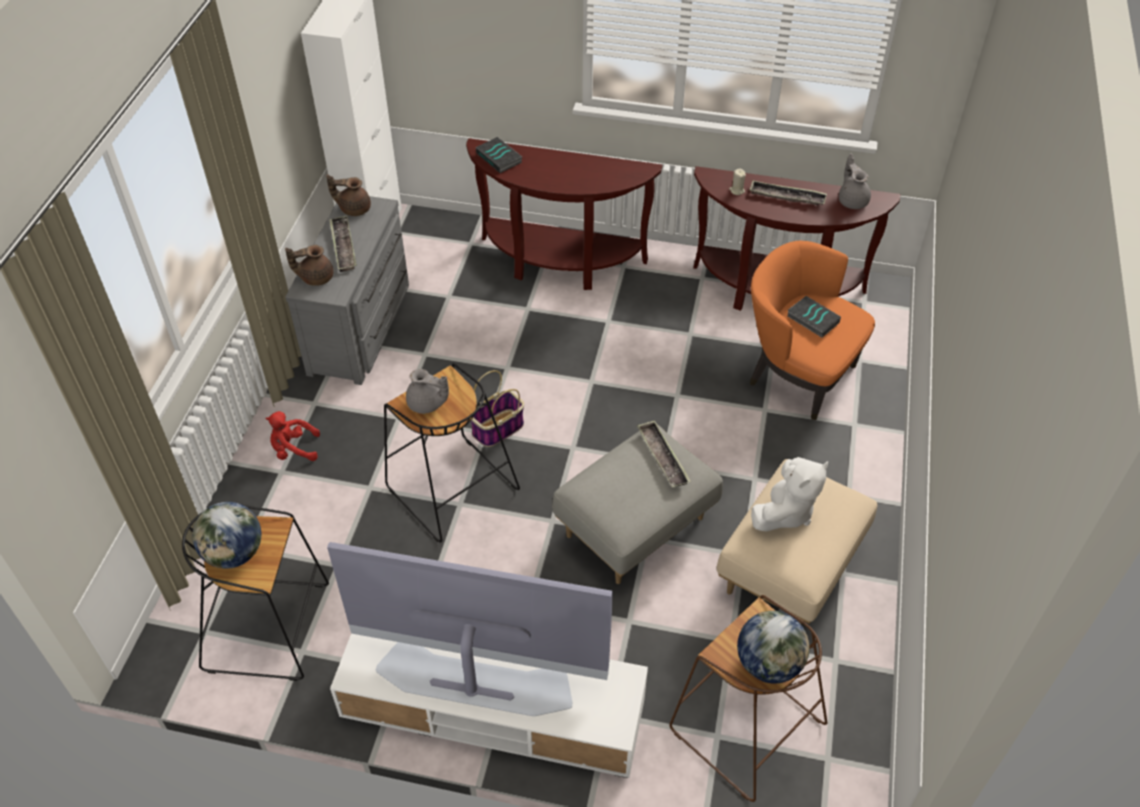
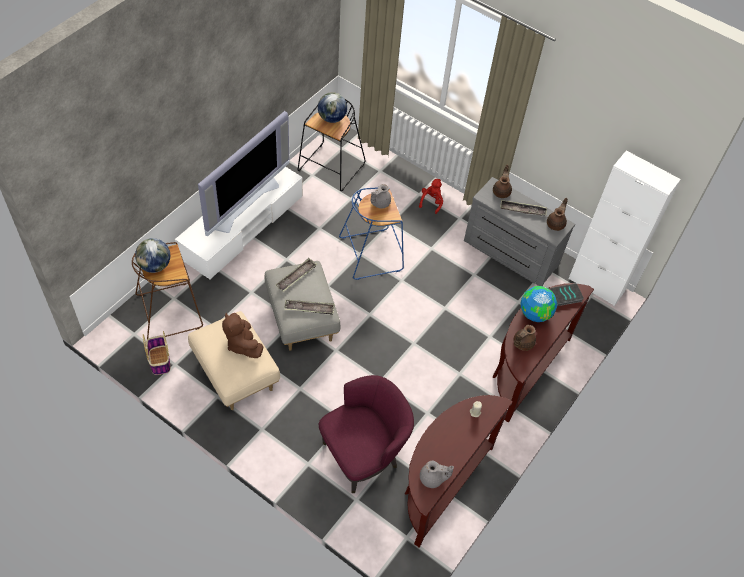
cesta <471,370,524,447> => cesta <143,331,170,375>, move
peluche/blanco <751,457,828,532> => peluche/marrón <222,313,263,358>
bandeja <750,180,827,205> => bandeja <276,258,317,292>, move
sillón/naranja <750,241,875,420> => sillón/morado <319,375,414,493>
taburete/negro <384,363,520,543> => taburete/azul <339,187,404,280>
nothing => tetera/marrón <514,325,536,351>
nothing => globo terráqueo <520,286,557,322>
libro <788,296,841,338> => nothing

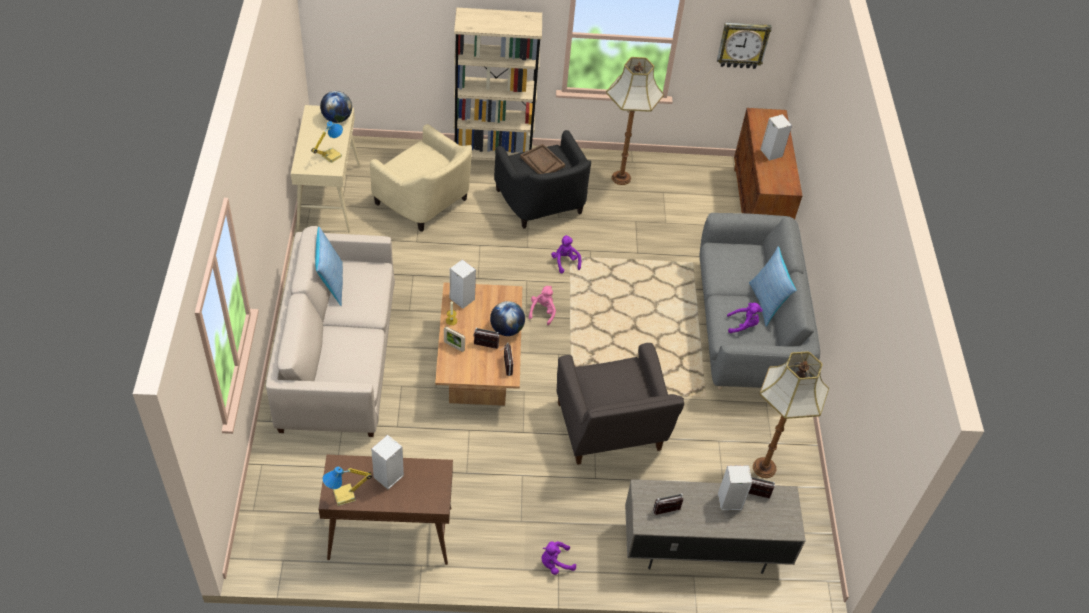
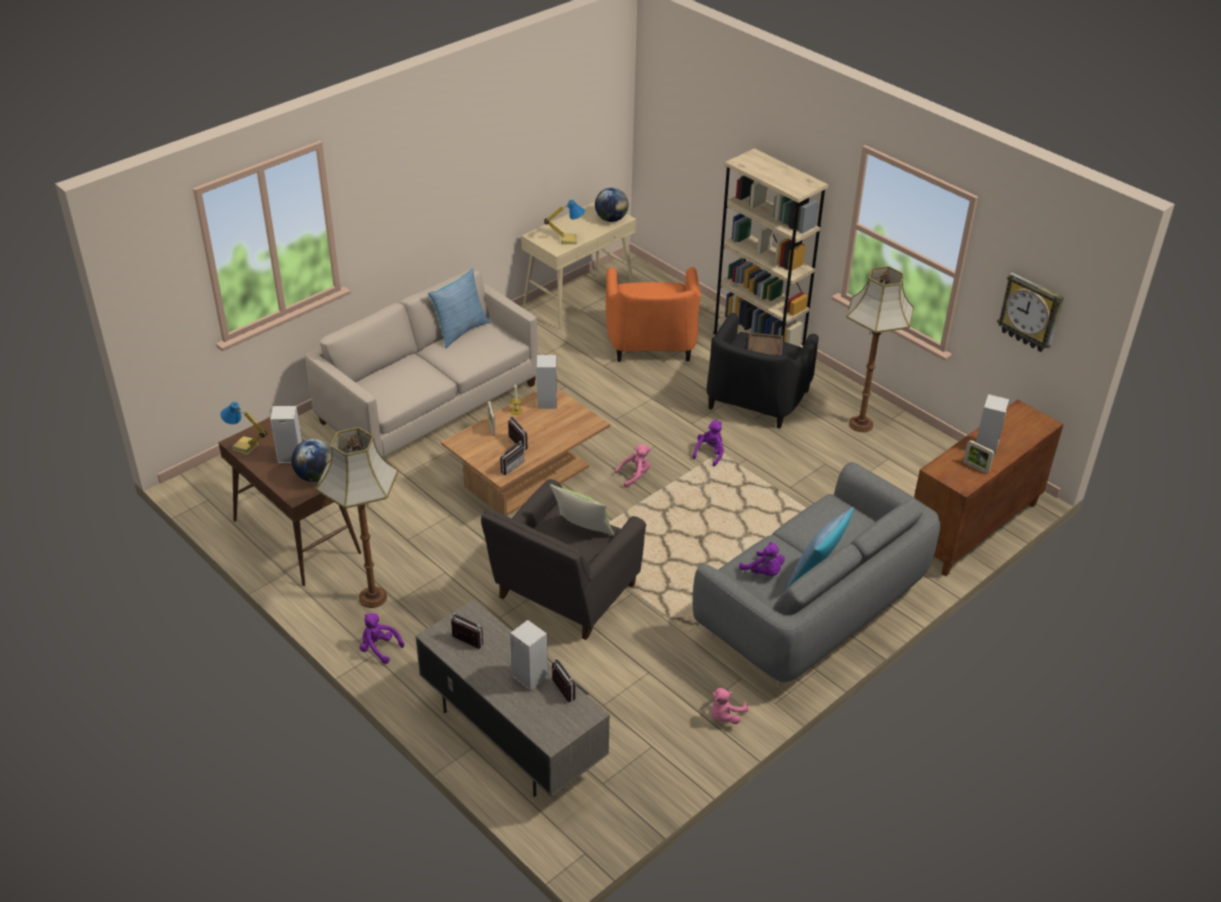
globo terráqueo <490,301,525,336> => globo terráqueo <291,439,331,482>, move
lámpara de pie <753,351,829,478> => lámpara de pie <316,427,398,608>, move
nothing => cojín <550,484,615,536>
sillón/beis <370,124,472,232> => sillón/naranja <606,267,701,362>
nothing => peluche/rosa <711,688,748,724>
nothing => portarretratos <963,440,994,473>

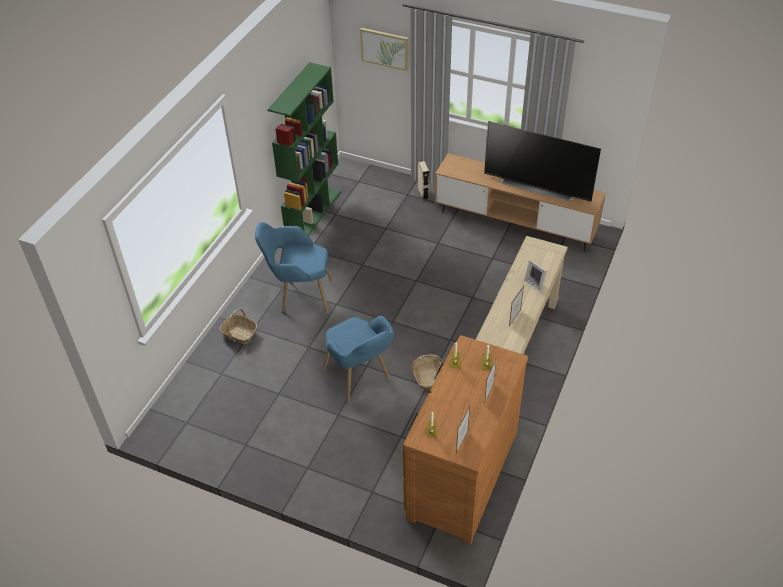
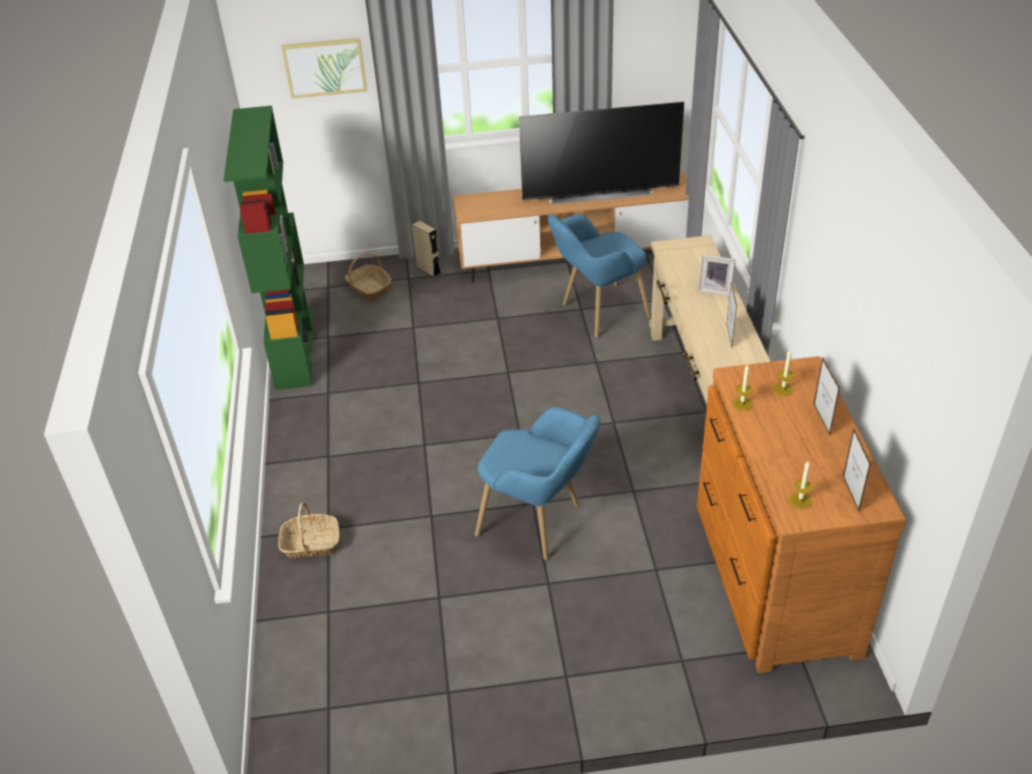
cesta <412,354,443,389> => cesta <345,253,391,300>, move
sillón/azul <255,222,332,313> => sillón/azul <548,214,651,338>, move

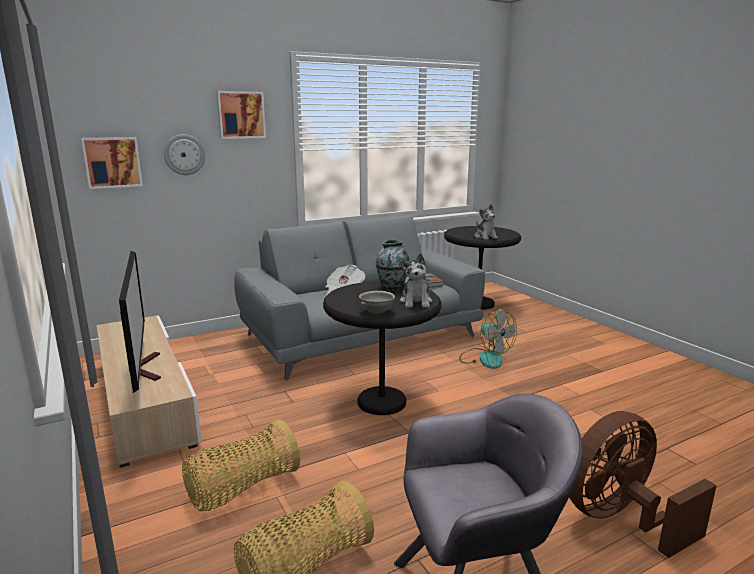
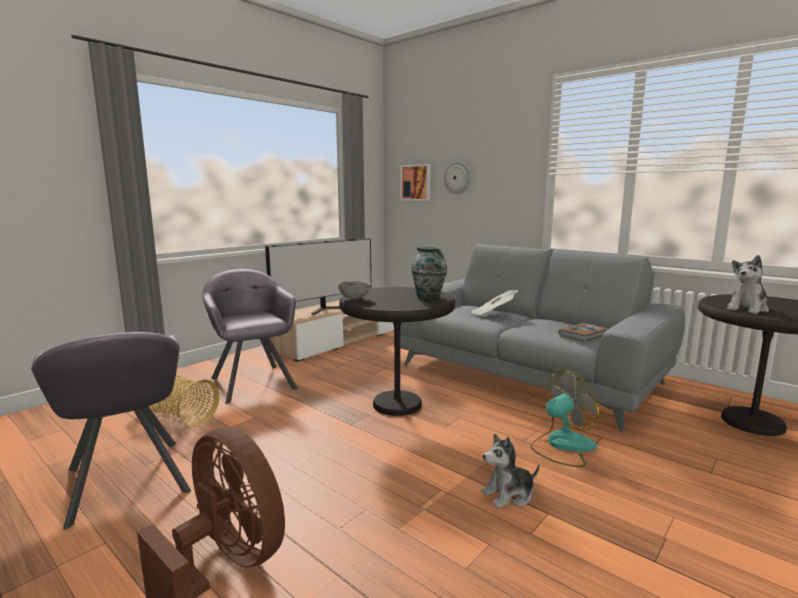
cesta <182,419,300,511> => sillón/gris <202,269,298,404>
peluche <400,253,432,308> => peluche <481,434,540,508>, move
ventilador <459,308,517,369> => ventilador <530,370,600,467>, 150 degrees counterclockwise
cuadro <216,91,266,139> => nothing

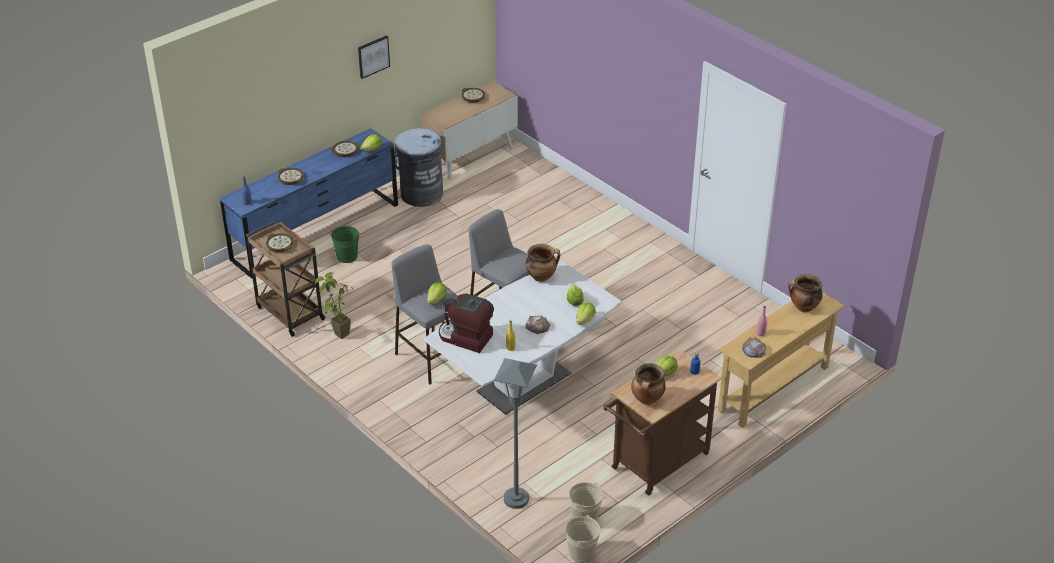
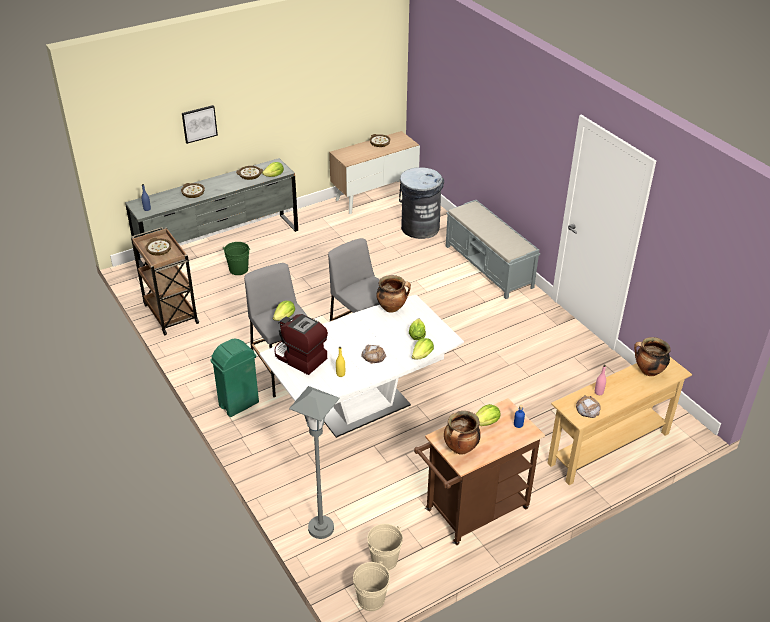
cómoda/azul <220,128,398,279> => cómoda/gris <125,158,298,267>
cuadro <358,36,390,79> => cuadro <182,105,218,144>, move
nothing => papelera/verde <210,339,259,417>
papelera/gris <394,128,443,207> => papelera/gris <399,167,444,239>, move
nothing => banco/gris <446,200,540,299>
planta en maceta <314,272,353,339> => nothing

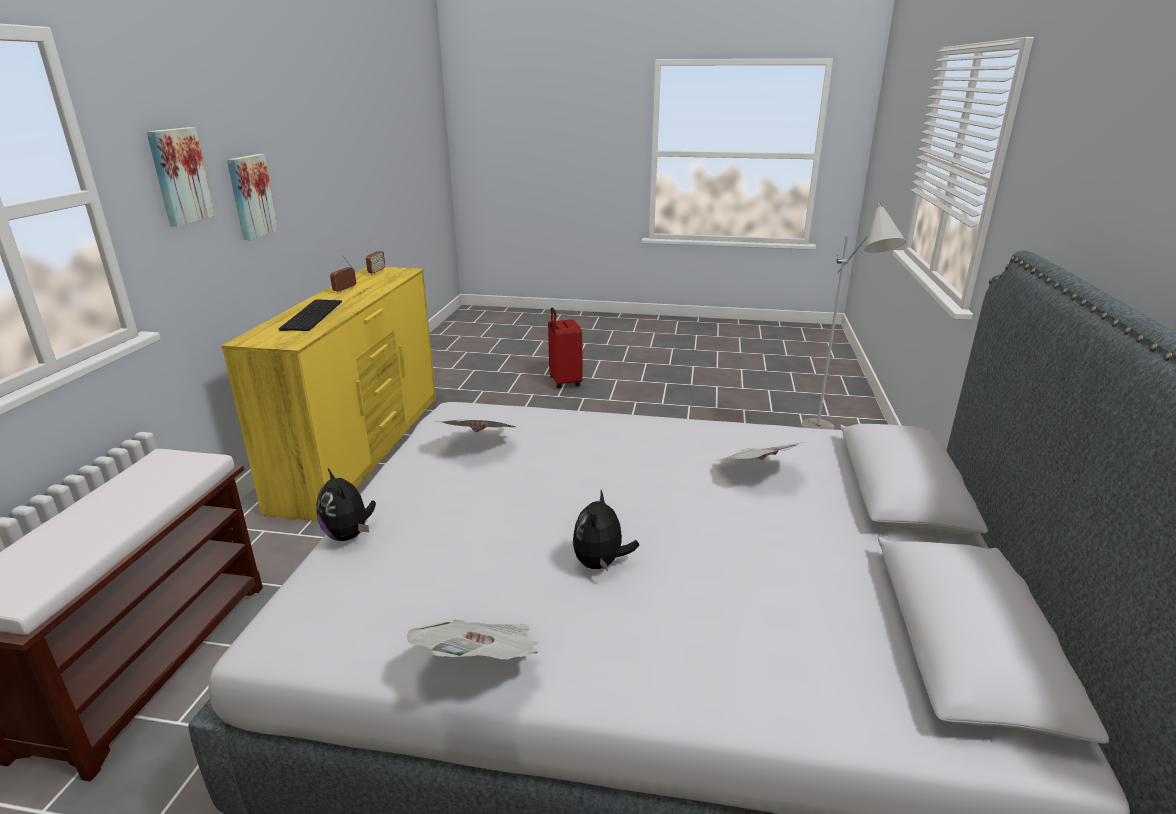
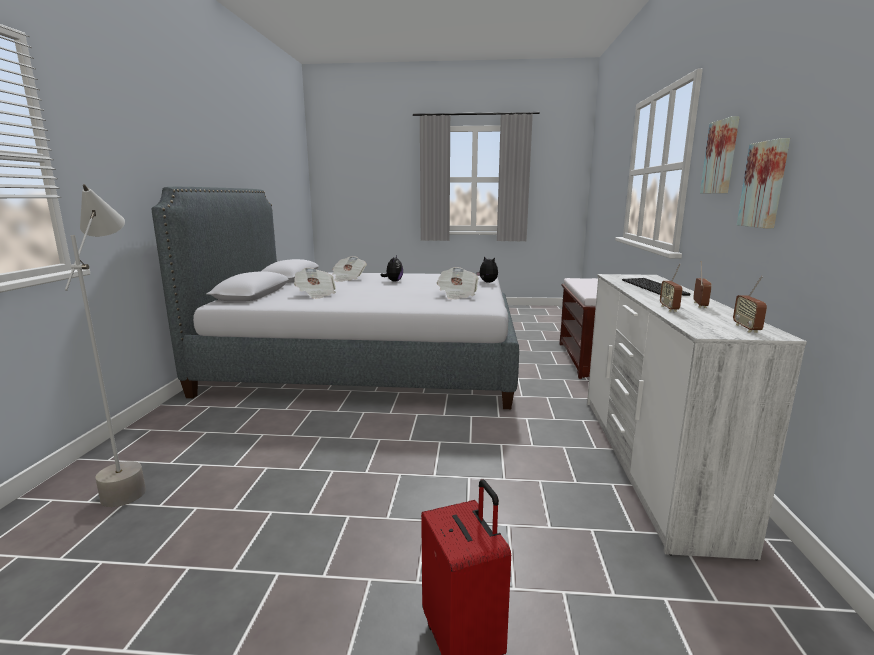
periódico <407,620,537,659> => periódico <332,256,367,282>, move
cómoda/amarillo <221,267,436,521> => cómoda/blanco <587,274,807,560>
nothing => radio <660,264,682,312>

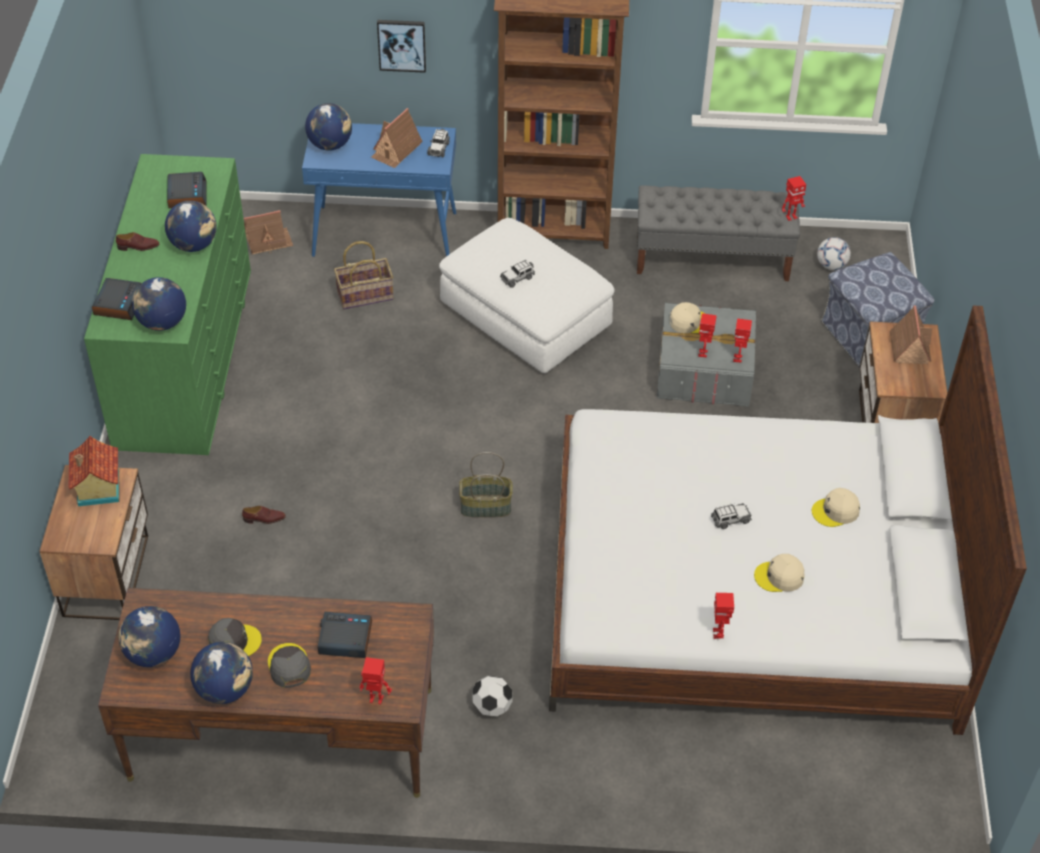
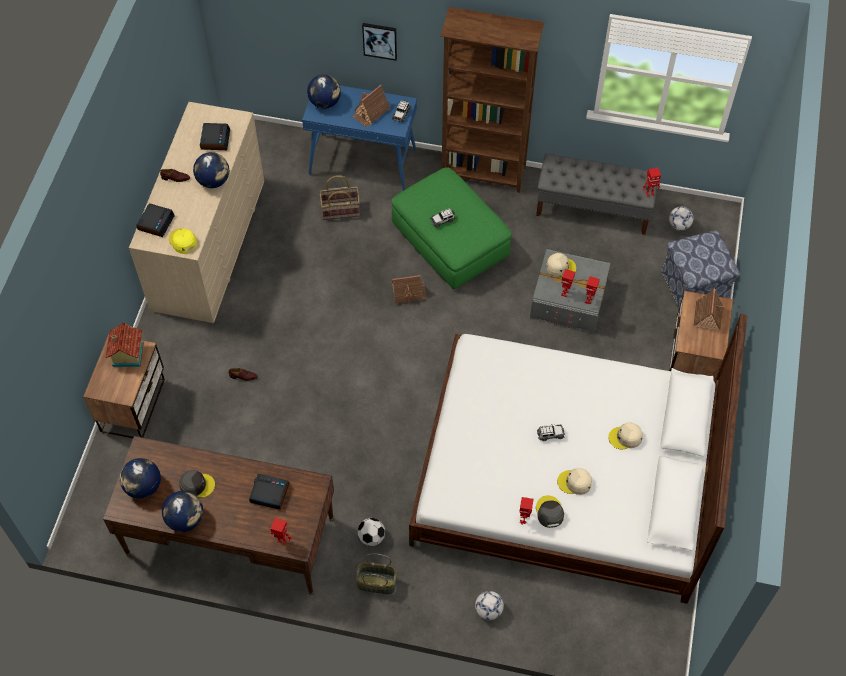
cómoda/verde <84,154,251,455> => cómoda/beis <129,102,264,323>
globo terráqueo <132,277,186,331> => gorra/amarillo <169,228,197,254>
cesta <459,452,512,517> => cesta <356,553,397,594>, move
puf/blanco <439,218,615,374> => puf/verde <391,167,512,289>
casita <244,210,293,255> => casita <392,275,427,304>, move
nothing => balón de fútbol <475,591,504,620>
gorra/gris <268,643,311,688> => gorra/gris <536,496,564,528>, move

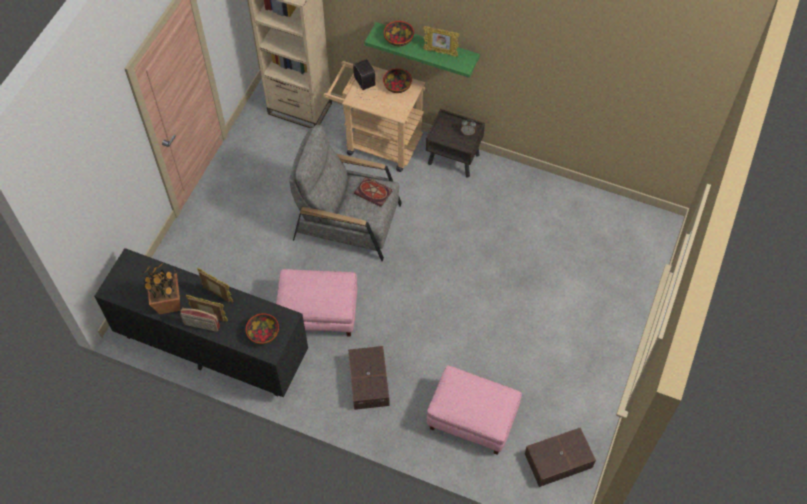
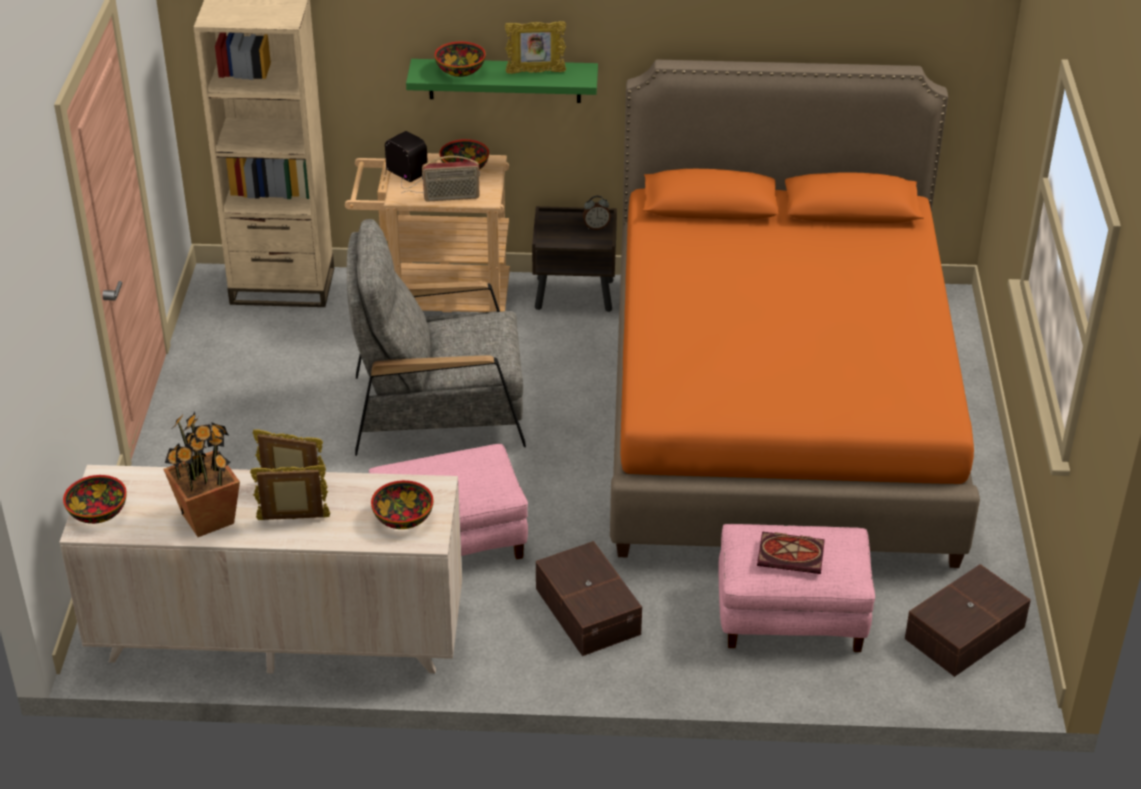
cómoda/negro <94,248,308,397> => cómoda/beis <59,465,462,673>
nothing => cuenco <63,475,127,524>
radio <180,308,220,332> => radio <422,156,480,202>, move
nothing => cama/naranja <610,60,980,568>
libro <354,177,392,207> => libro <757,531,825,574>, move

